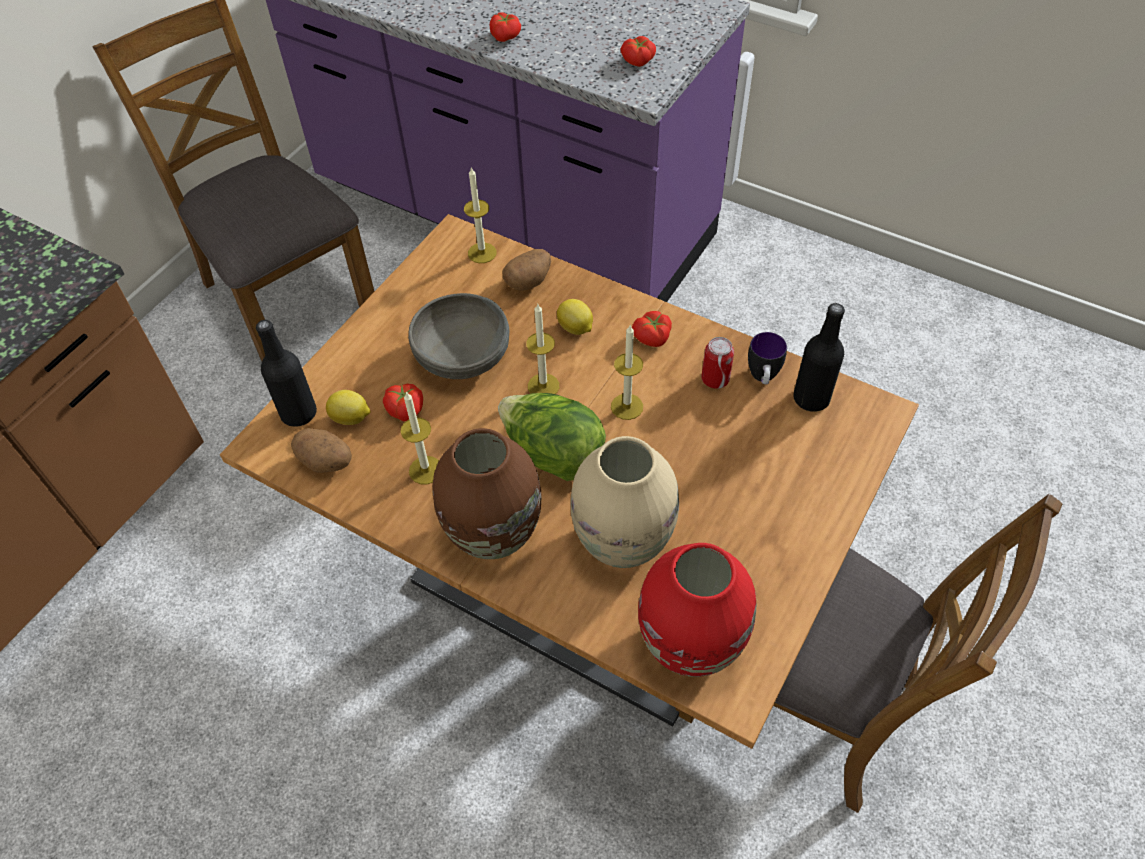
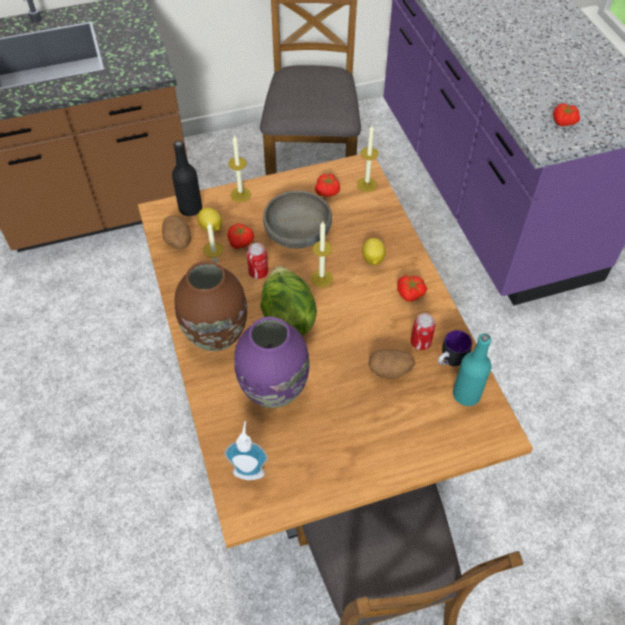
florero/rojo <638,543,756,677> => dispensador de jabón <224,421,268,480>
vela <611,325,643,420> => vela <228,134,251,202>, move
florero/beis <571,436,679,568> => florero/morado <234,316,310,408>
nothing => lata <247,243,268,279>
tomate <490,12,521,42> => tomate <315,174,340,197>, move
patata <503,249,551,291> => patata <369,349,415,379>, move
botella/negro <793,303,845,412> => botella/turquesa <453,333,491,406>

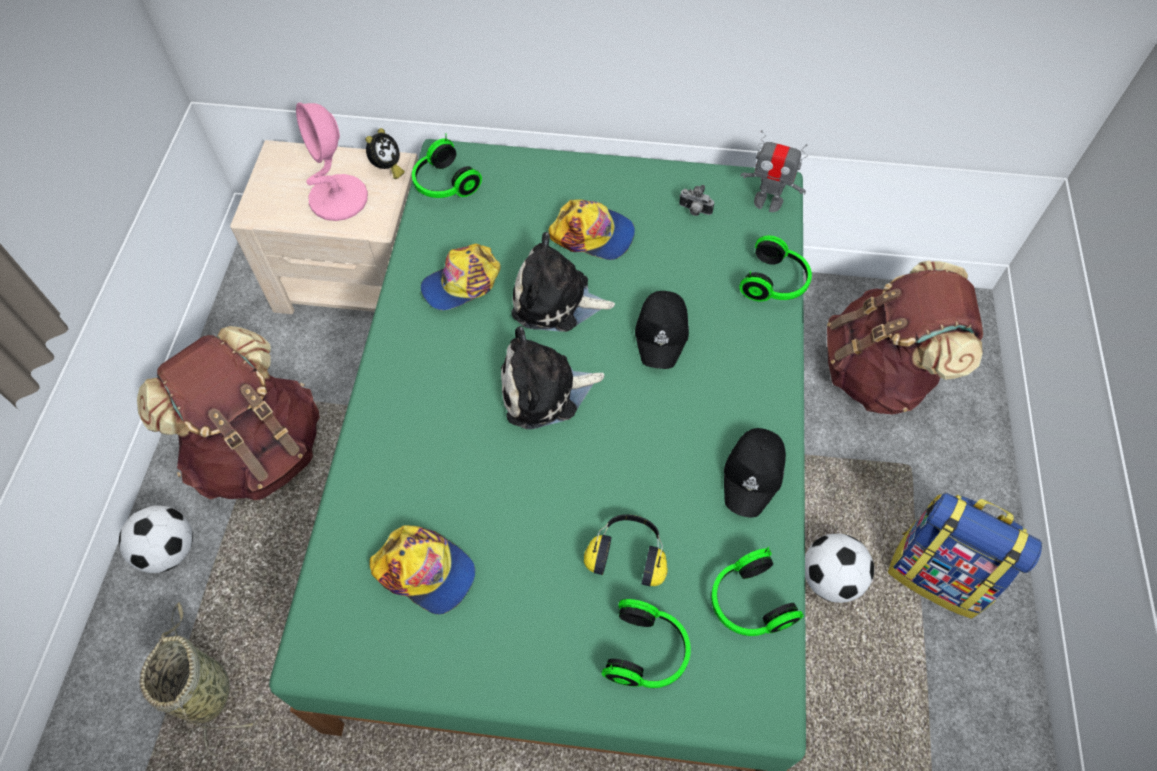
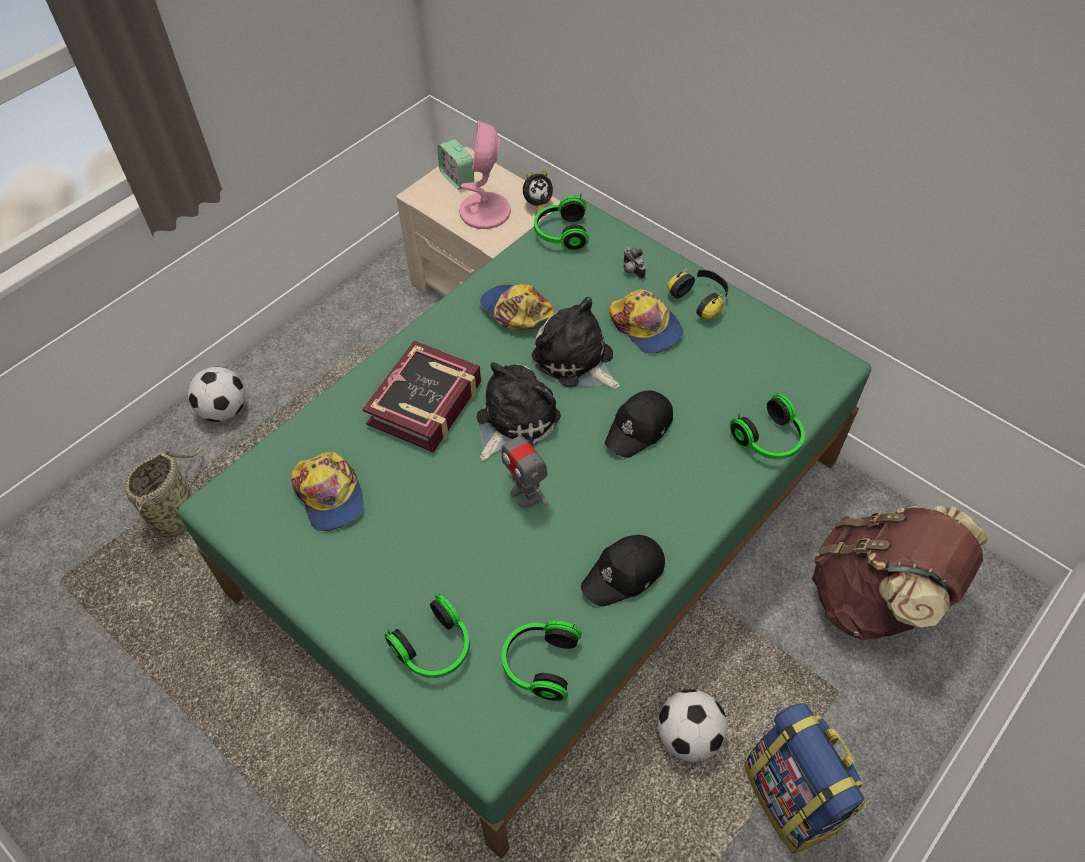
nothing => libro <362,340,481,453>
nothing => despertador <437,139,474,190>
peluche <501,326,605,429> => peluche <477,362,561,461>, 105 degrees clockwise
gorra <421,244,501,310> => gorra <480,284,554,330>, 45 degrees clockwise
robot de juguete <740,130,808,212> => robot de juguete <501,422,548,508>, move
cámara <679,185,714,216> => cámara <623,247,646,279>, move
auriculares <584,514,668,586> => auriculares <667,268,728,320>, move
mochila/marrón <137,326,320,500> => nothing

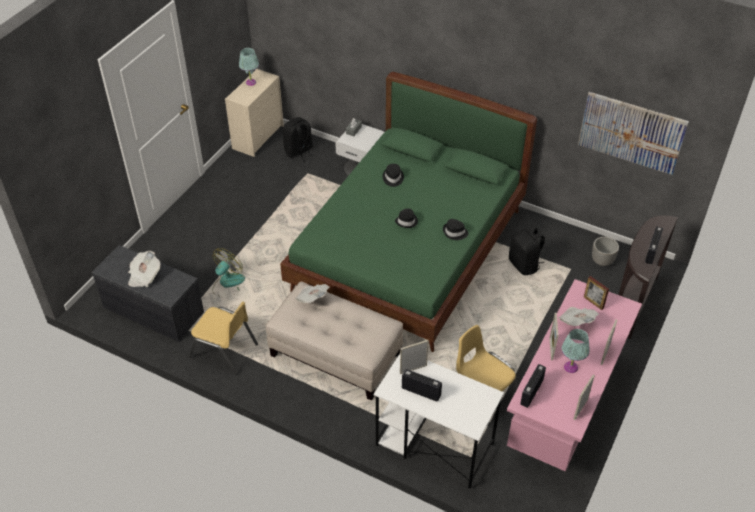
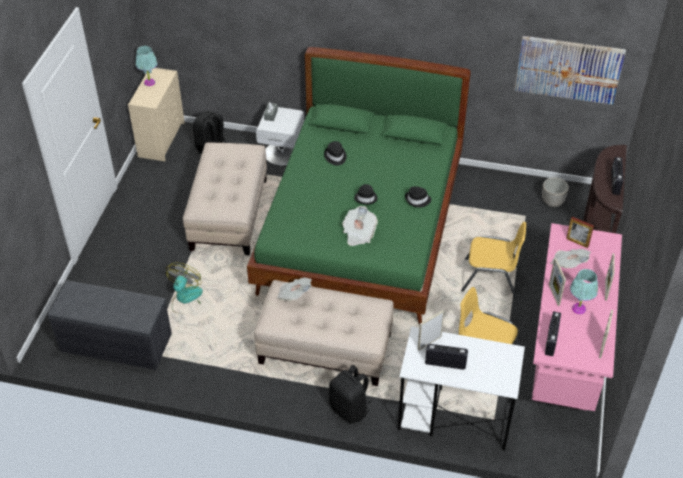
nothing => puf/beis <183,142,267,255>
mochila/negro <509,226,545,275> => mochila/negro <329,365,372,424>, move
periódico <128,251,160,287> => periódico <342,206,378,246>, move
silla/amarillo <189,302,258,375> => silla/amarillo <461,222,526,298>, move

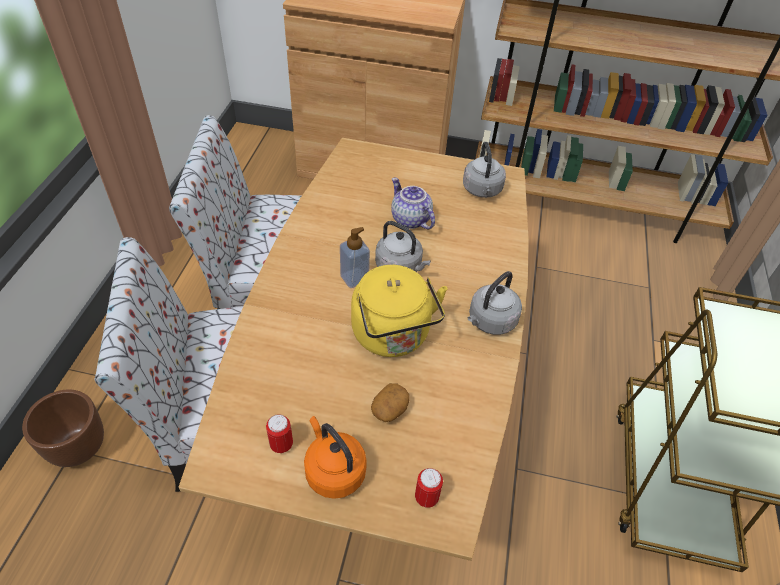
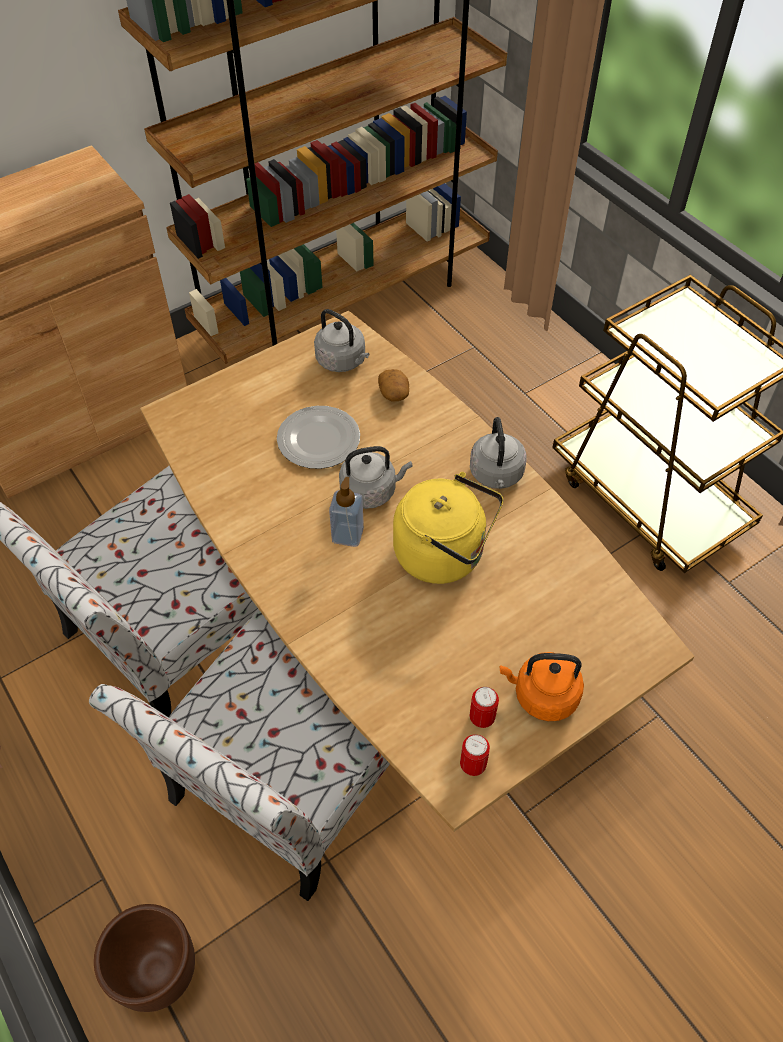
tetera <391,178,435,229> => plato <277,406,360,469>
patata <371,383,410,422> => patata <378,369,409,401>, move
lata <415,468,443,508> => lata <460,734,490,776>, move

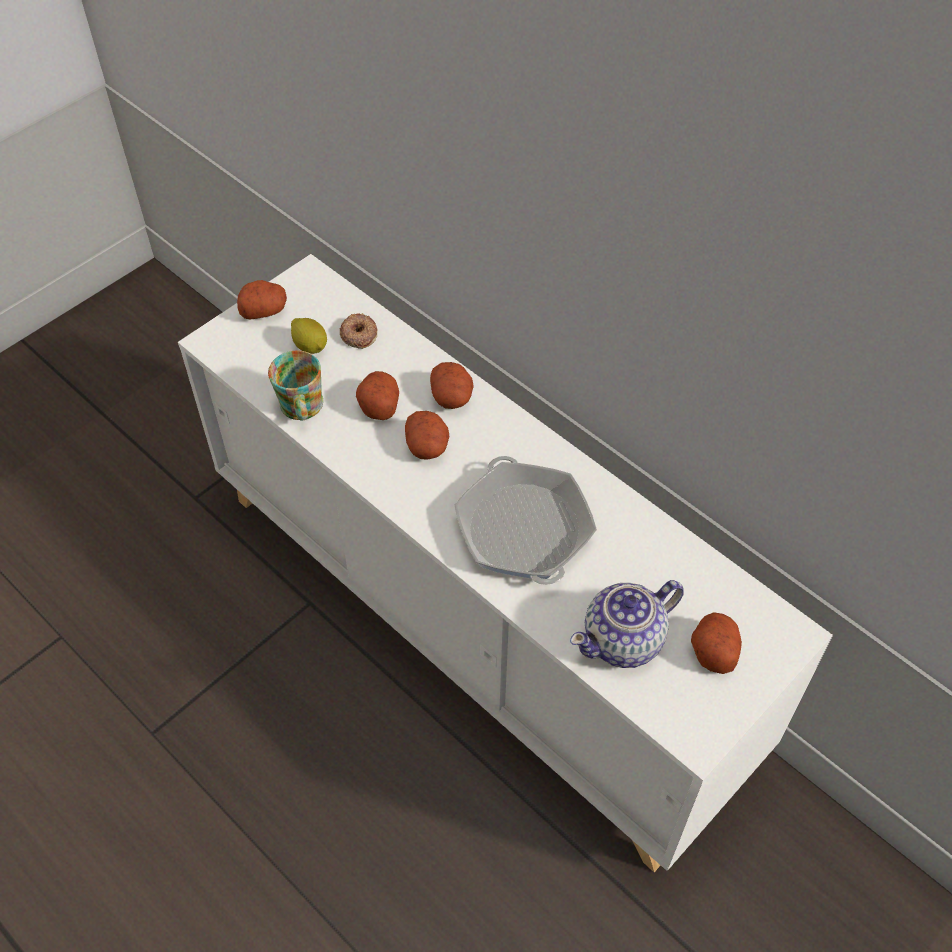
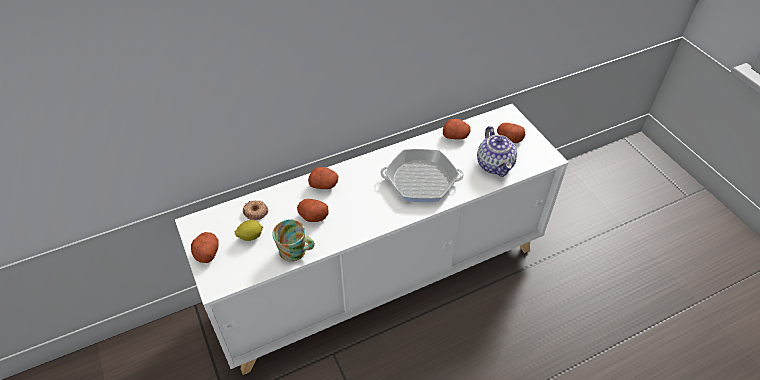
patata <405,411,449,460> => patata <443,119,471,139>, move

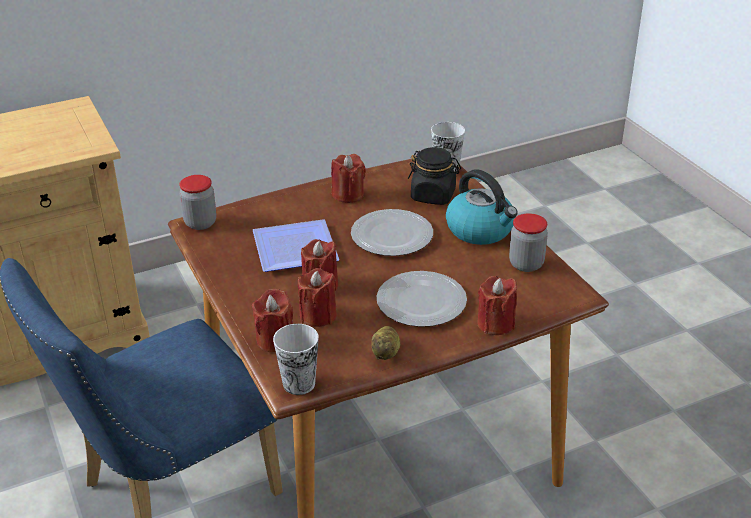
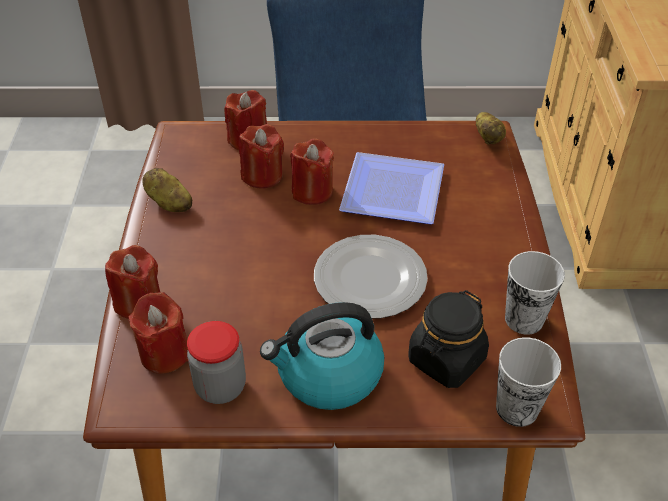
vela/rojo <331,154,366,203> => vela/rojo <128,292,188,374>, move
tarro <179,175,216,230> => patata <476,112,506,145>
taza <273,324,319,395> => taza <505,251,565,335>, move
plato <377,271,467,327> => nothing

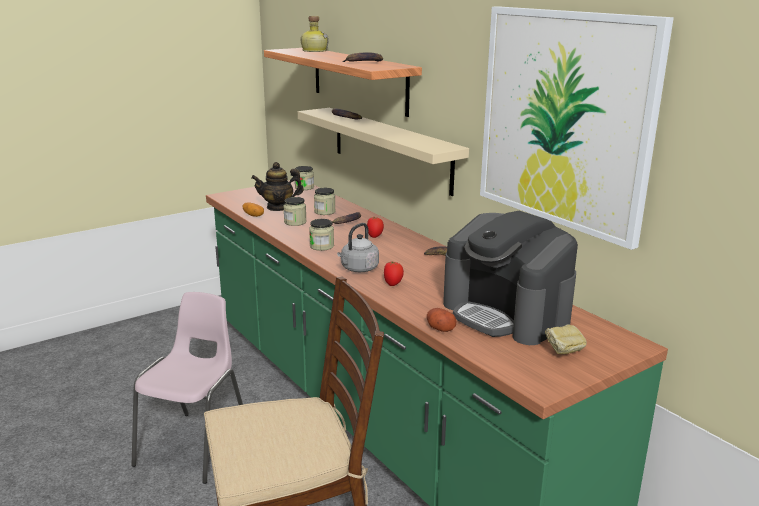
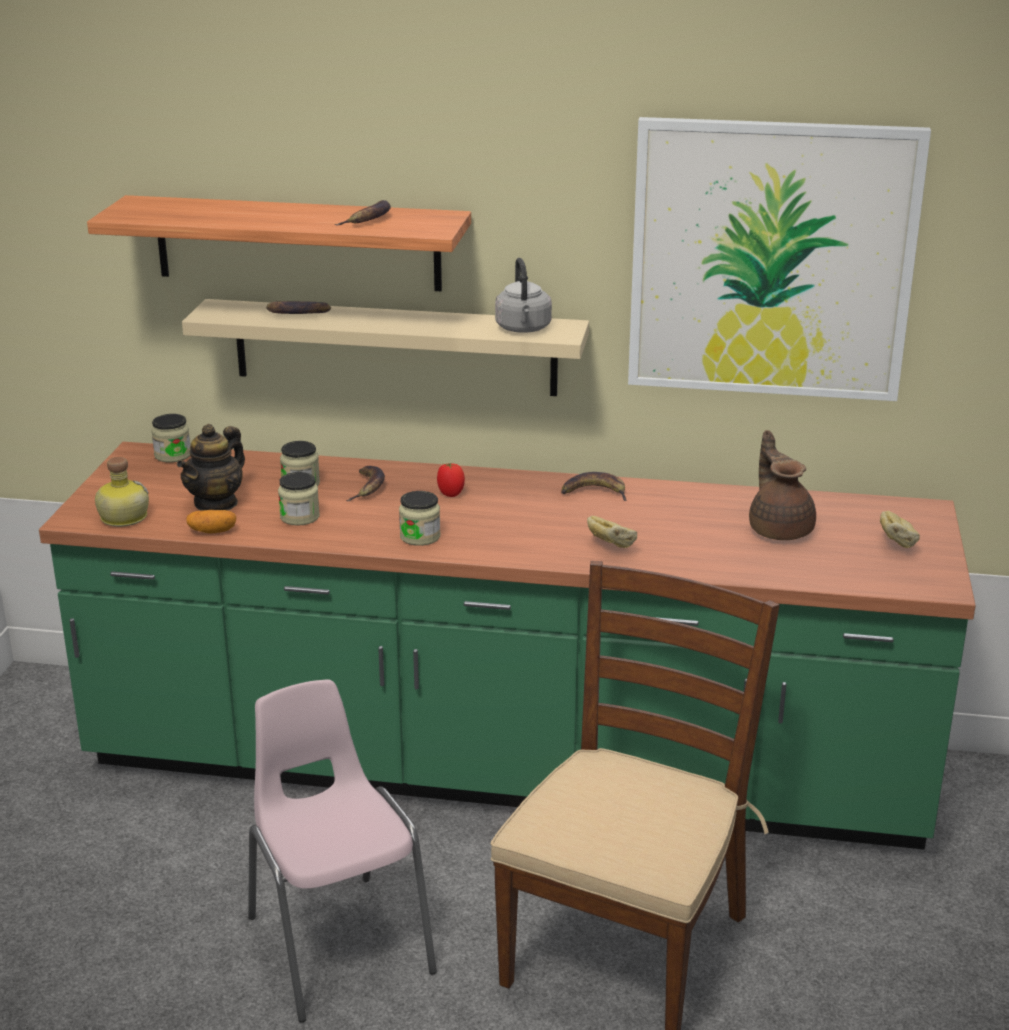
botella <300,16,328,52> => botella <95,457,149,527>, move
hervidor/gris <337,223,379,272> => hervidor/gris <495,258,552,333>, move
tomate <384,261,404,286> => pan <587,516,637,548>
cafetera <443,211,578,345> => tetera/marrón <749,430,816,540>
patata <427,308,456,332> => nothing

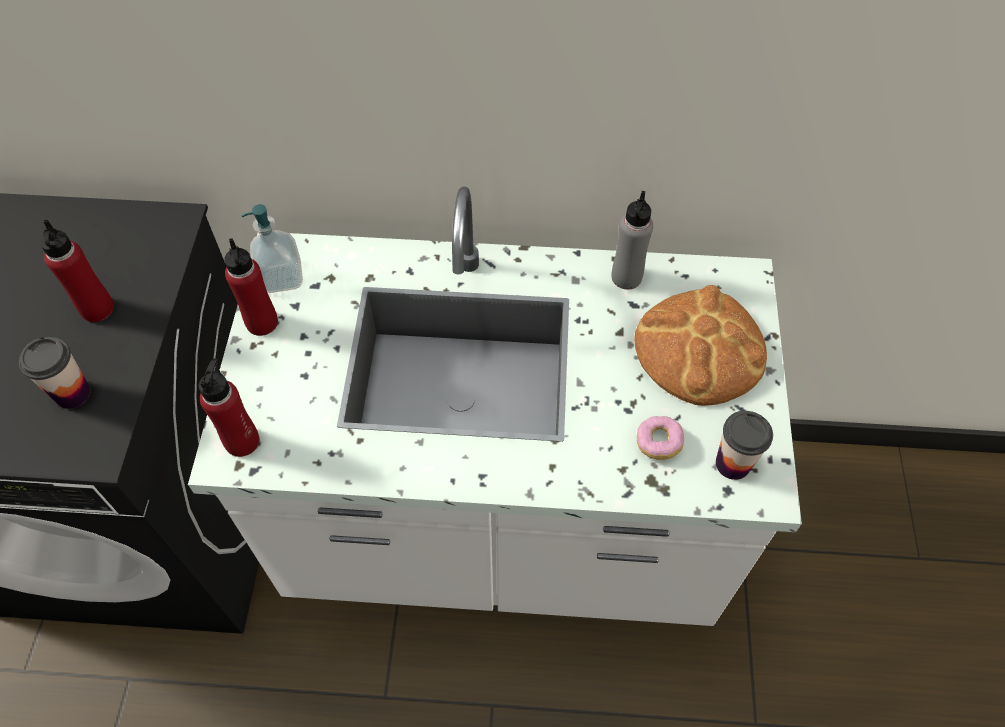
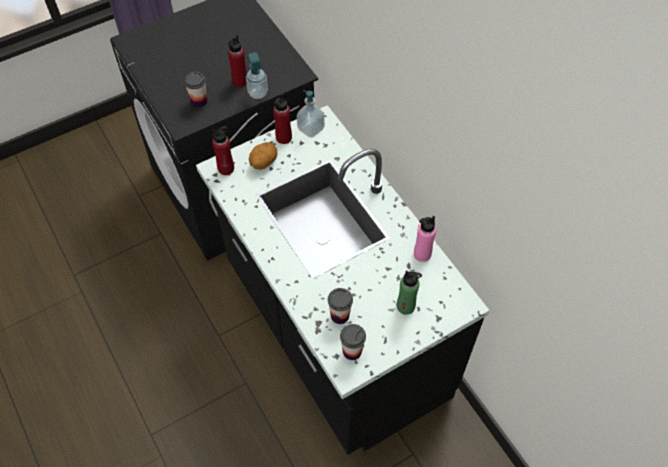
mueble bajo de cocina/blanco <188,187,802,626> => mueble bajo de cocina/negro <196,105,490,455>
nothing => dispensador de jabón <246,52,268,99>
nothing => patata <249,142,277,170>
rosquilla <637,416,684,460> => taza <328,288,353,324>
pan <634,285,767,406> => botella/verde <397,270,422,315>
botella/gris <612,191,653,290> => botella/rosa <414,216,436,262>

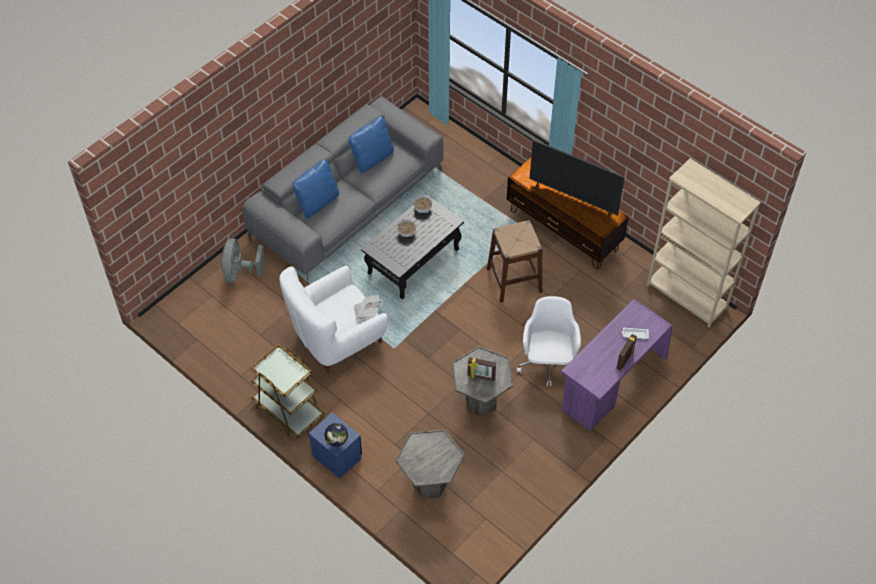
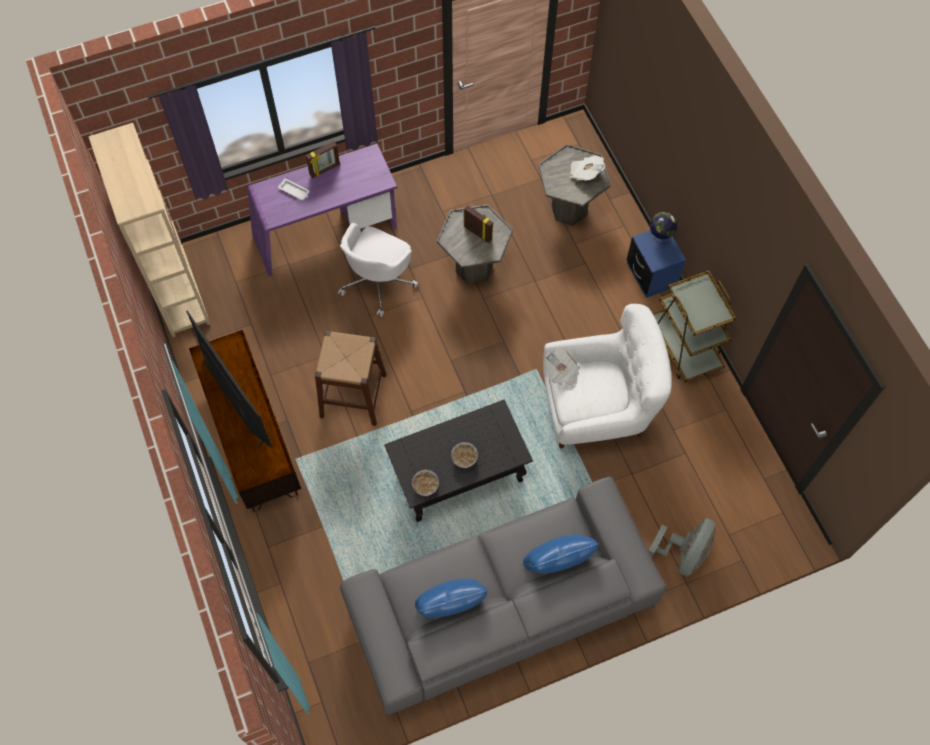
nothing => periódico <570,155,605,181>

